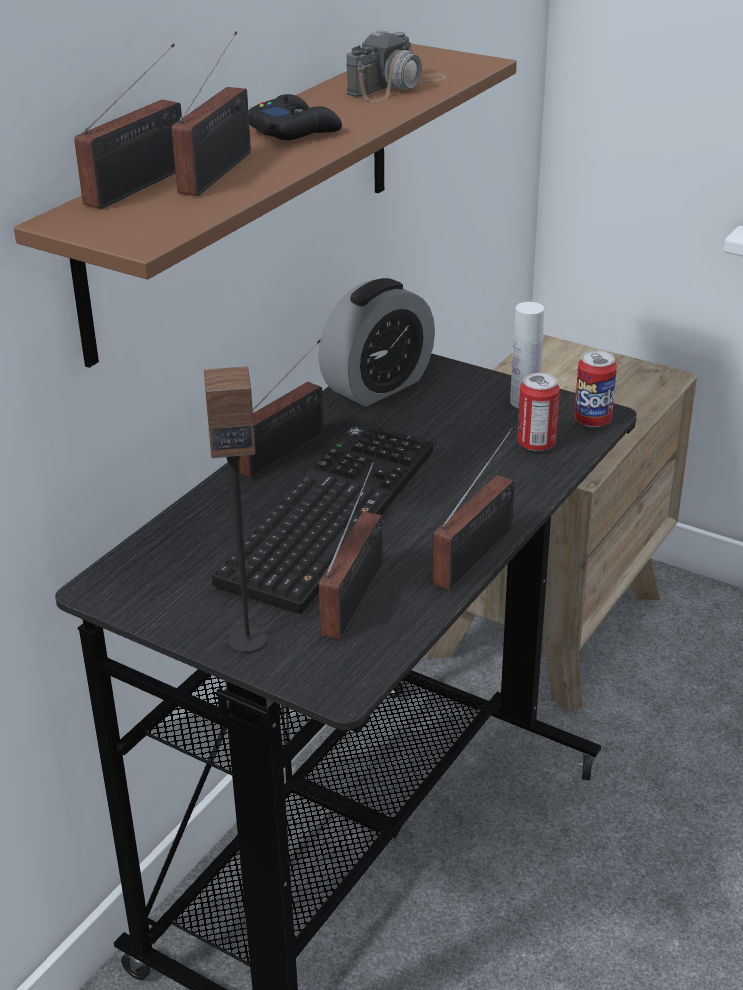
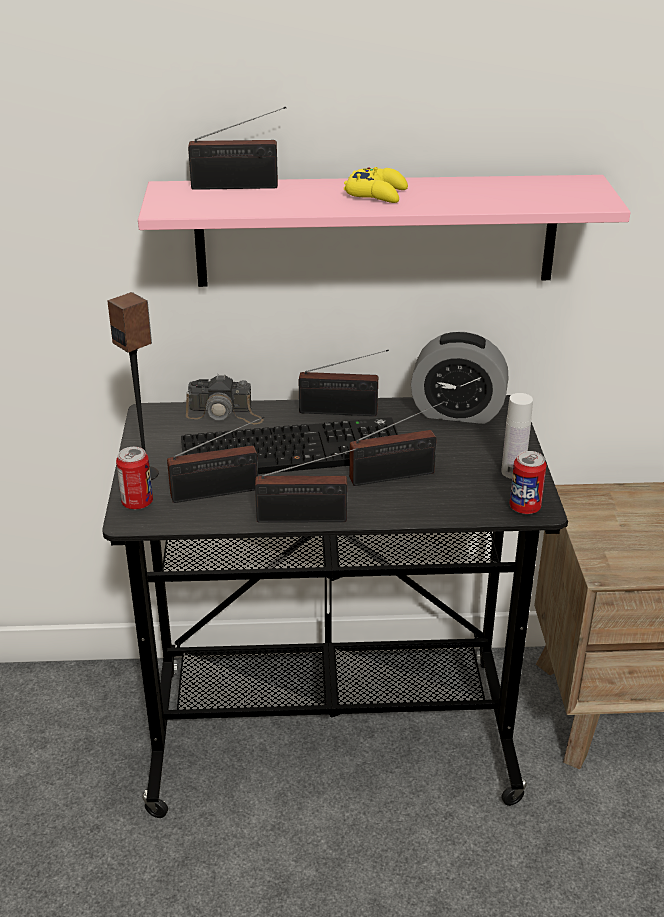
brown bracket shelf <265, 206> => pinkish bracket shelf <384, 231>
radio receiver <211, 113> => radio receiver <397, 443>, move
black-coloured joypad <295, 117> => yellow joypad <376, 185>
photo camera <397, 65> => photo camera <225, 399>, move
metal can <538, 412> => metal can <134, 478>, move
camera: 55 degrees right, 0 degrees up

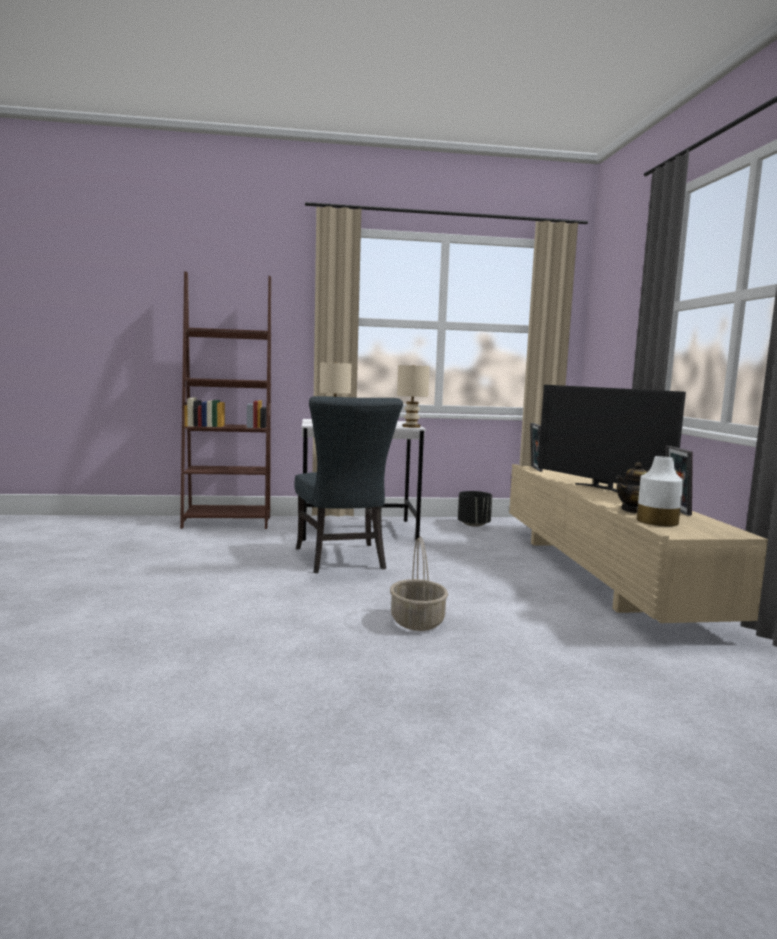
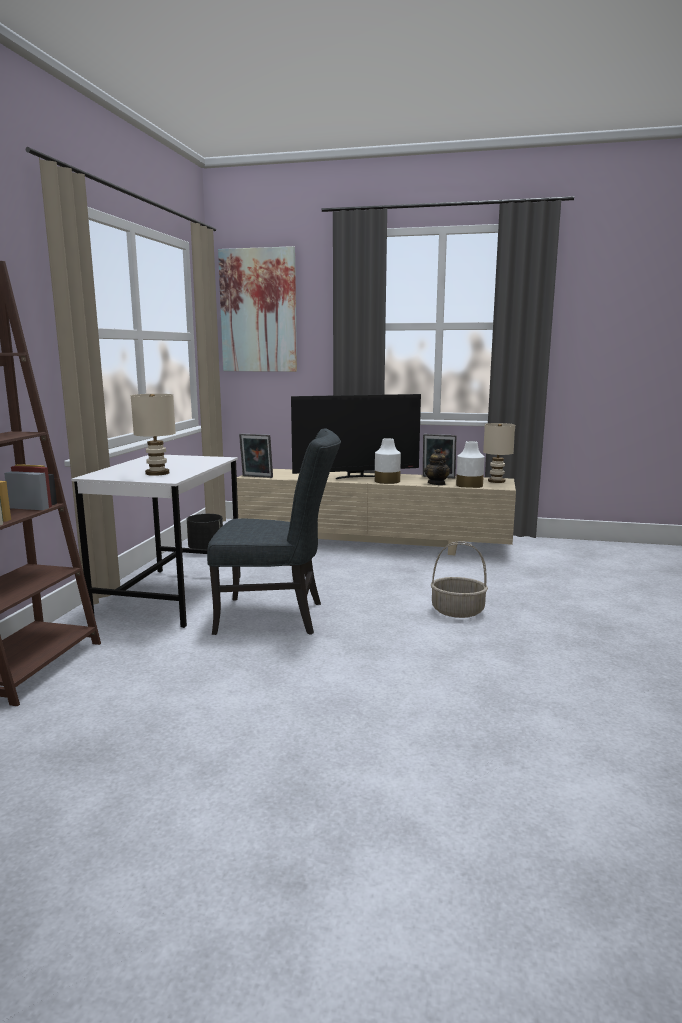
beige-coloured lamp for a table <413, 396> => beige-coloured lamp for a table <499, 453>, move
nothing => wall picture <257, 309>
nothing => white-coloured decorative vase <388, 461>
camera: 70 degrees left, 5 degrees up

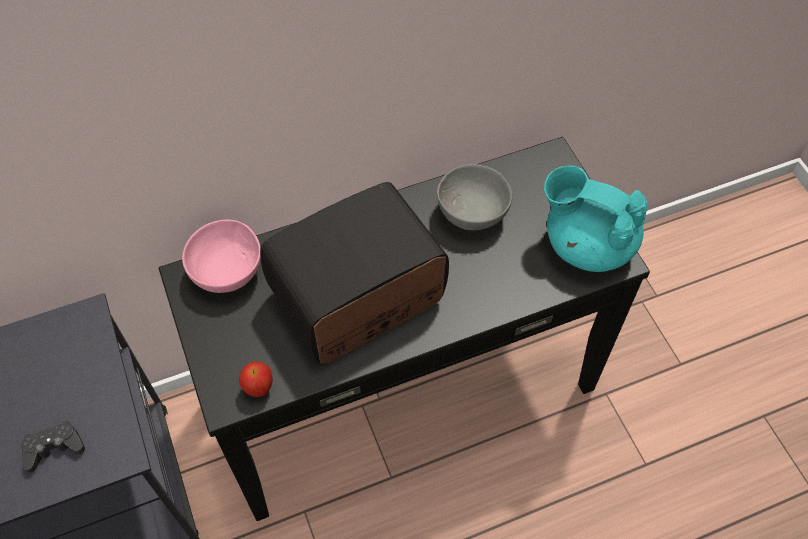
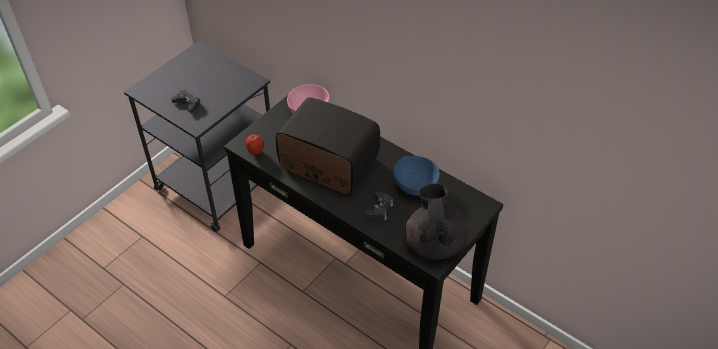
greyish deep dish <474, 197> => bluish deep dish <417, 176>
blue-green teapot <595, 218> => black-coloured teapot <436, 221>
nothing => black-coloured joypad <379, 206>
camera: 60 degrees right, 10 degrees down

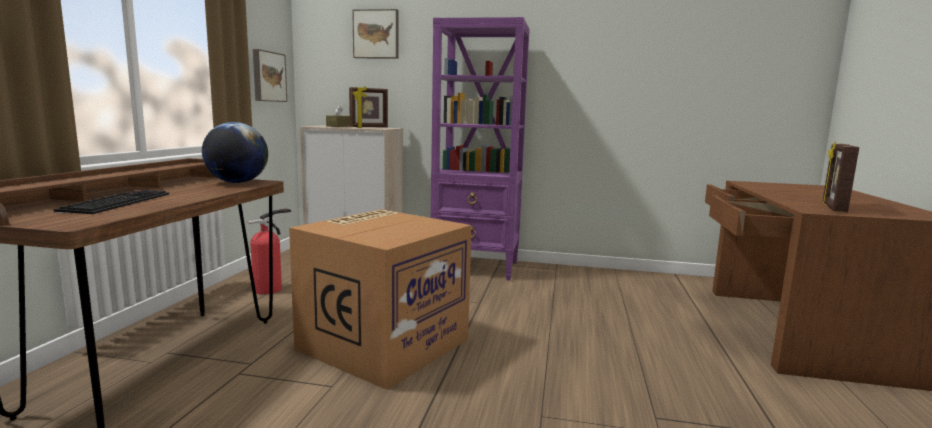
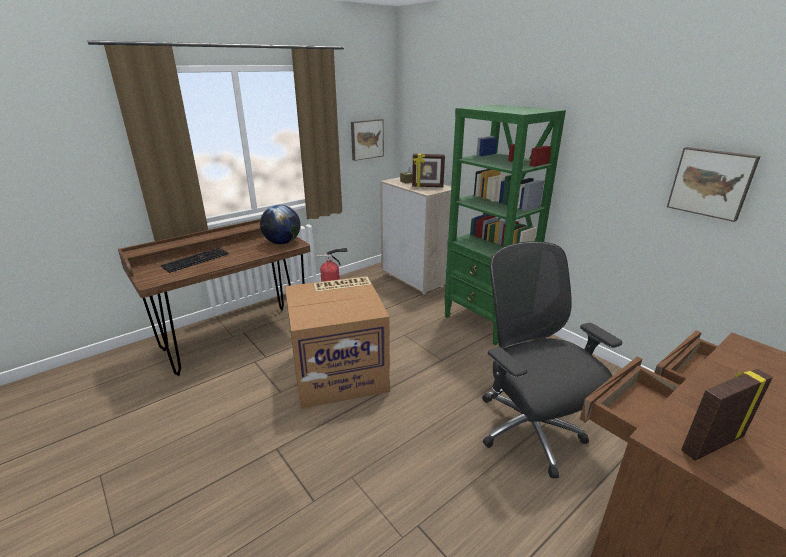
wall picture <375, 34> => wall picture <714, 184>, move
purple-coloured bookcase <480, 149> => green bookcase <505, 224>
nothing => computer chair <552, 359>
camera: 40 degrees right, 15 degrees up

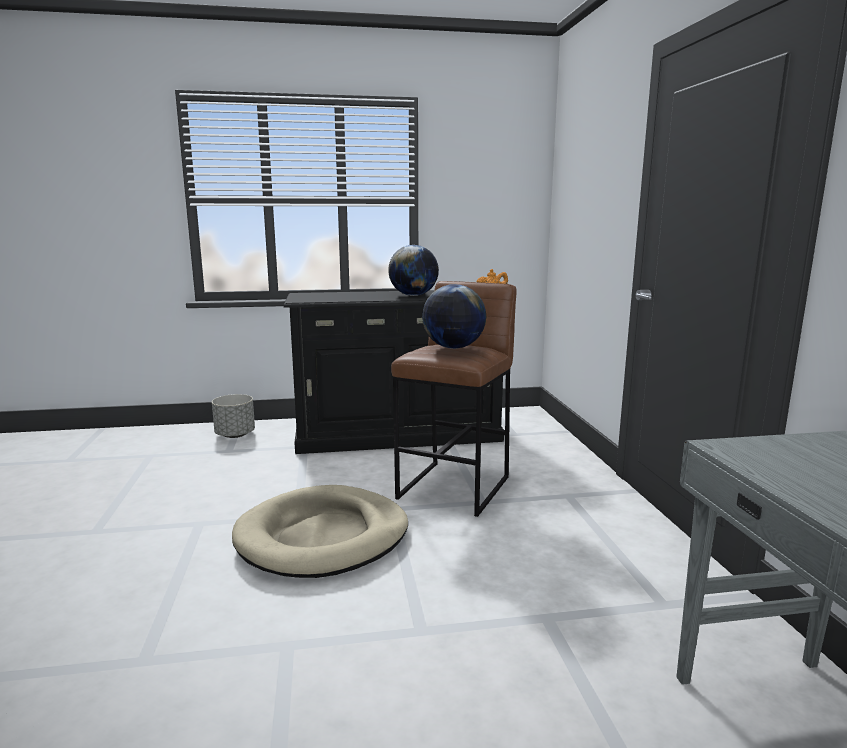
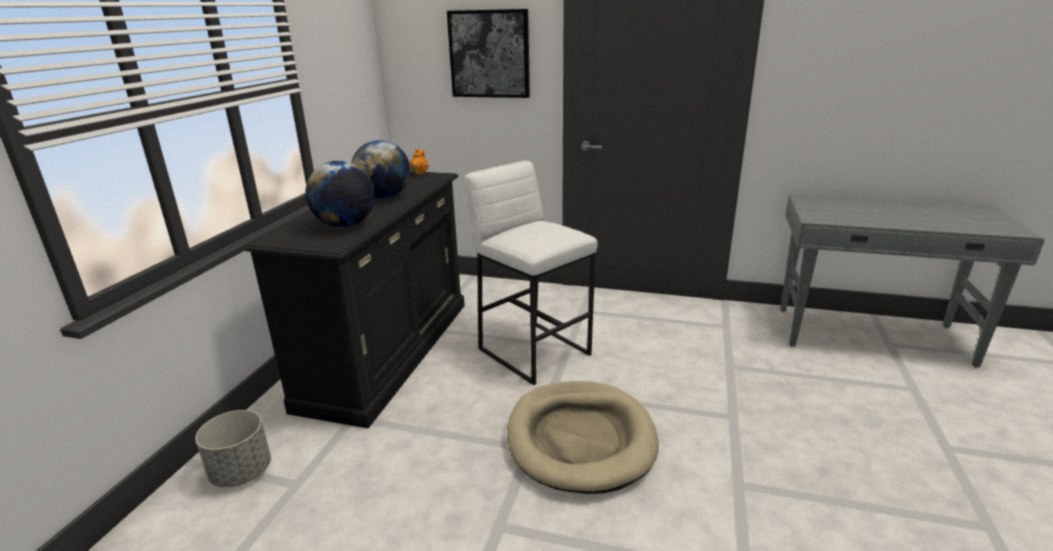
brown sitting stool <454, 399> => white-coloured sitting stool <531, 273>
globe <454, 316> => globe <340, 194>, move
nothing => wall picture <488, 53>
camera: 65 degrees left, 10 degrees up

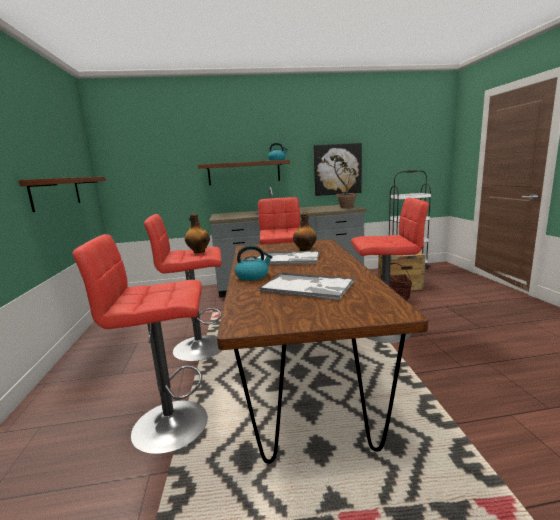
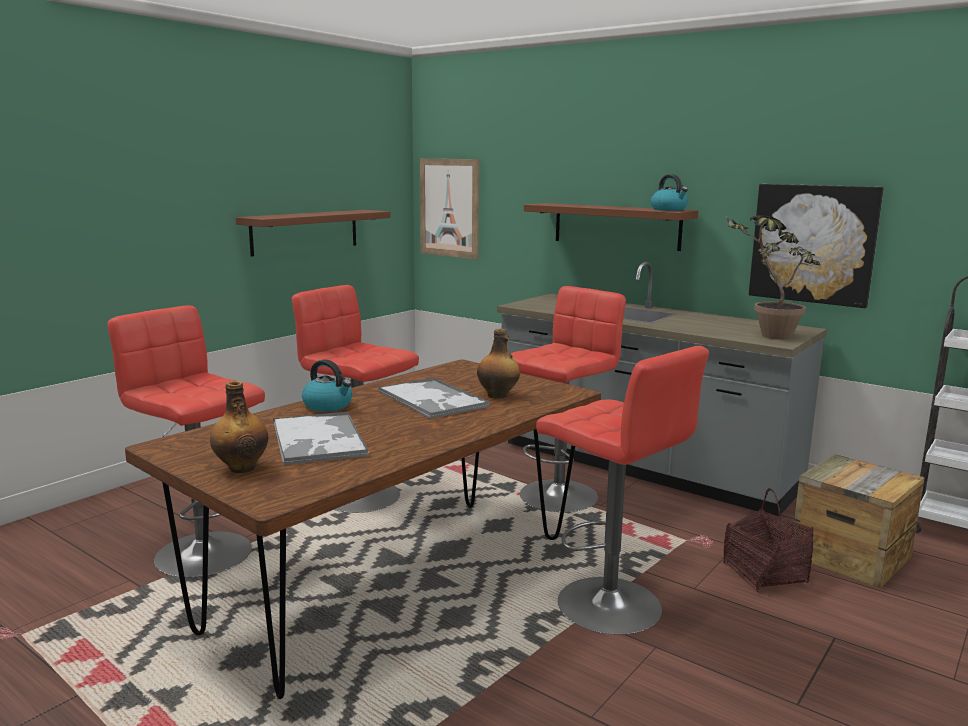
bottle <197, 233> => bottle <239, 427>, move
nothing => wall picture <449, 209>
camera: 45 degrees right, 0 degrees up

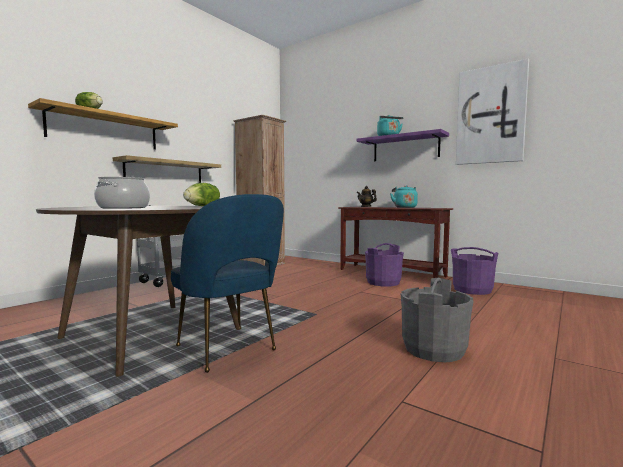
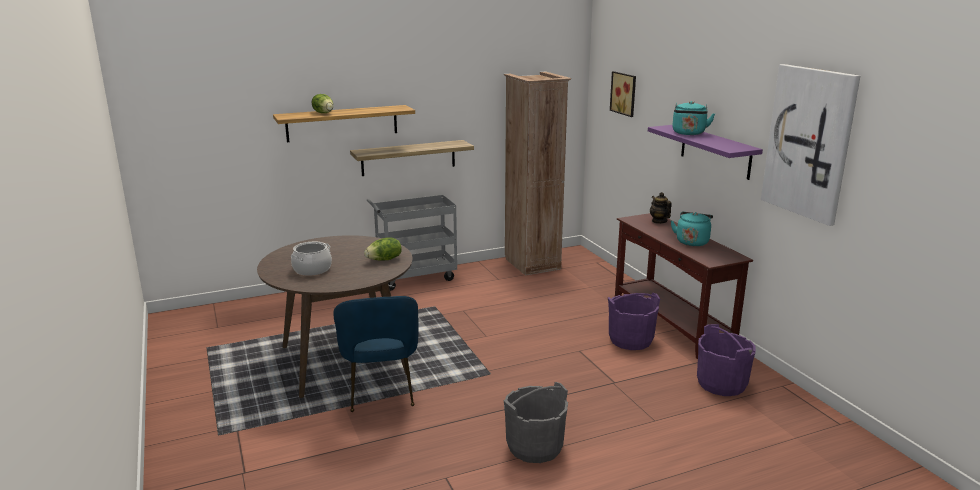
nothing => wall picture <623, 94>
camera: 30 degrees right, 15 degrees up

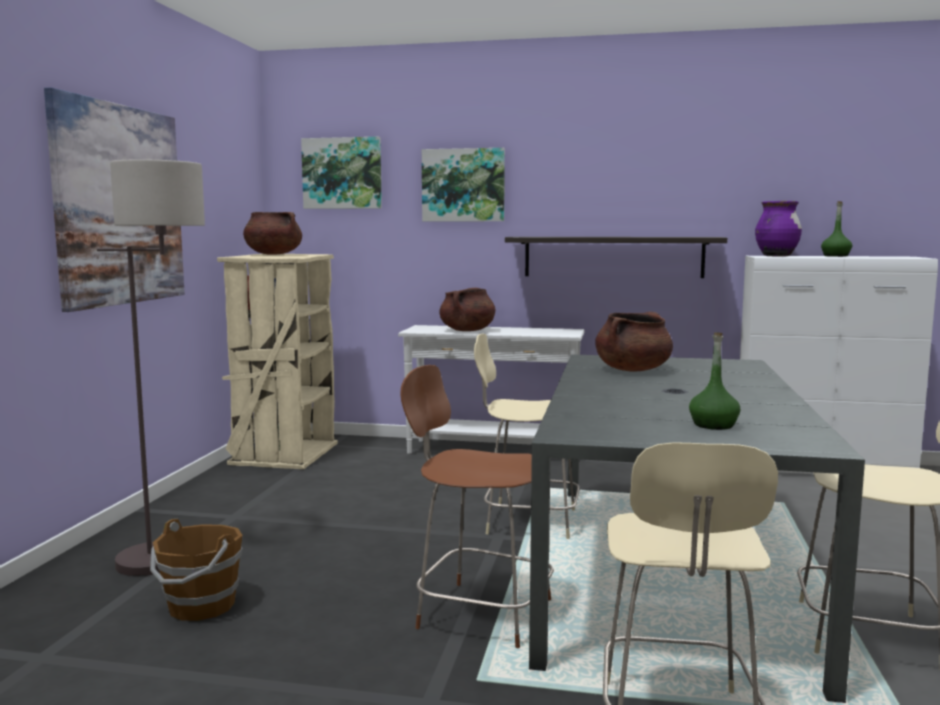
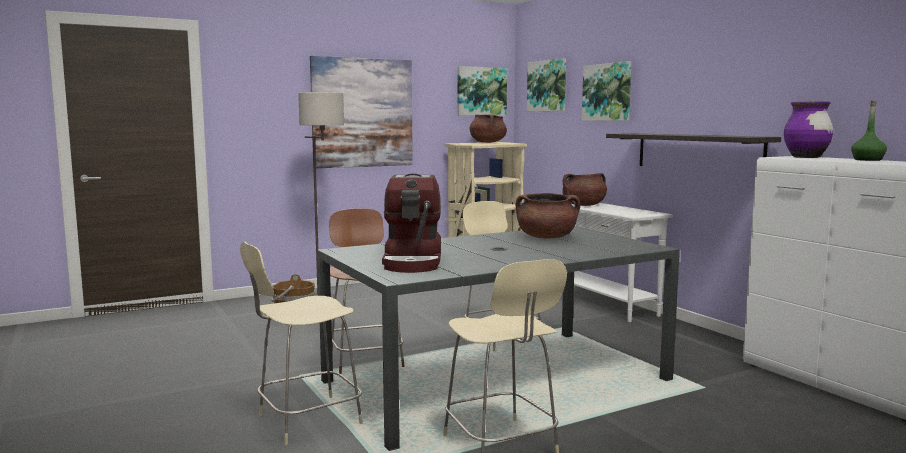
green bottle <714, 381> => coffee machine <411, 223>
nothing => wall picture <482, 91>
camera: 50 degrees right, 0 degrees up

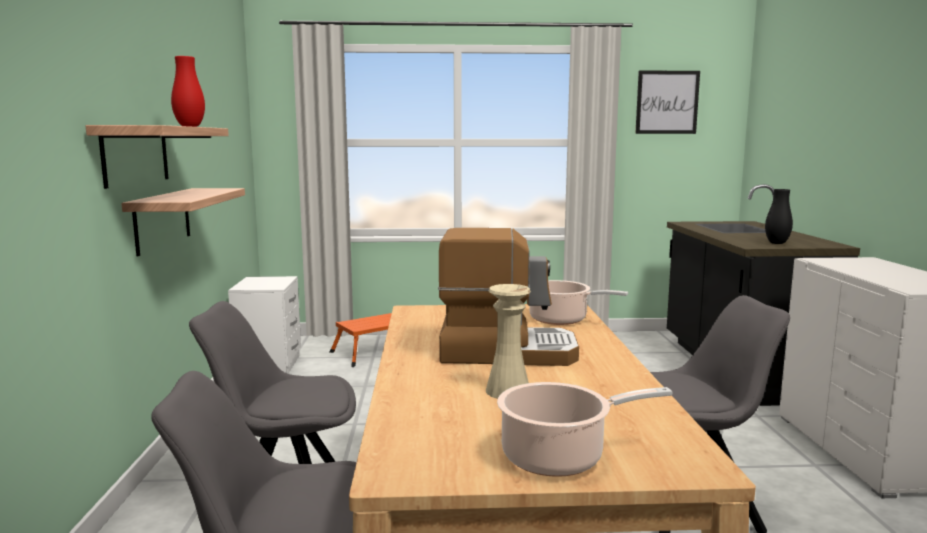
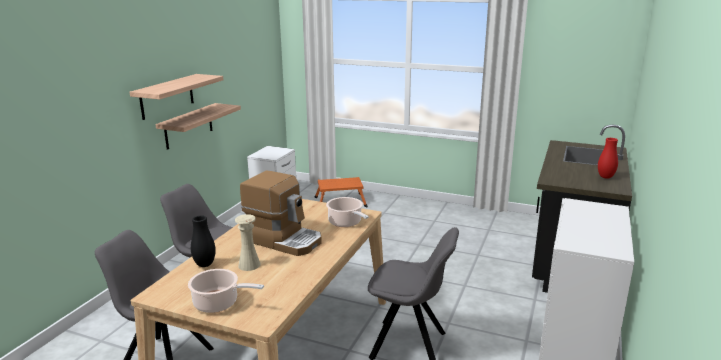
red decorative vase <188, 91> => red decorative vase <608, 158>, move
wall picture <667, 102> => nothing
black-coloured decorative vase <779, 216> => black-coloured decorative vase <203, 241>, move
camera: 25 degrees right, 10 degrees up

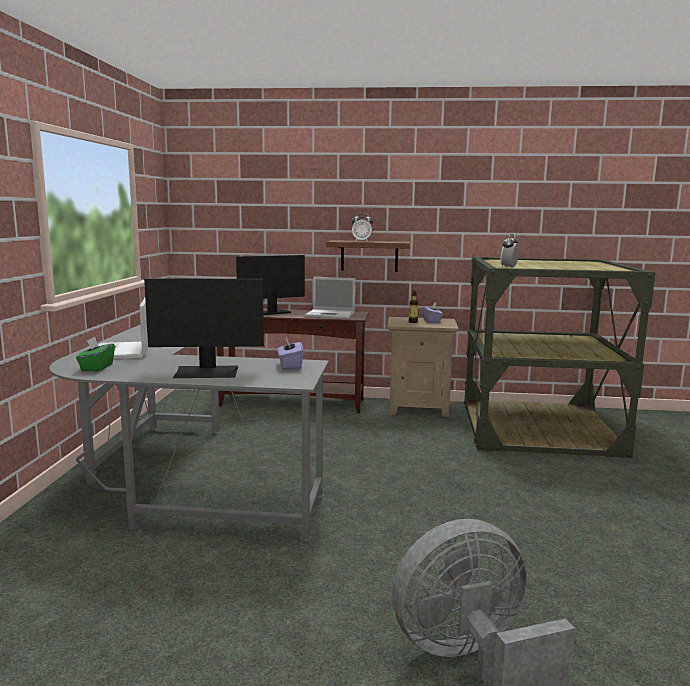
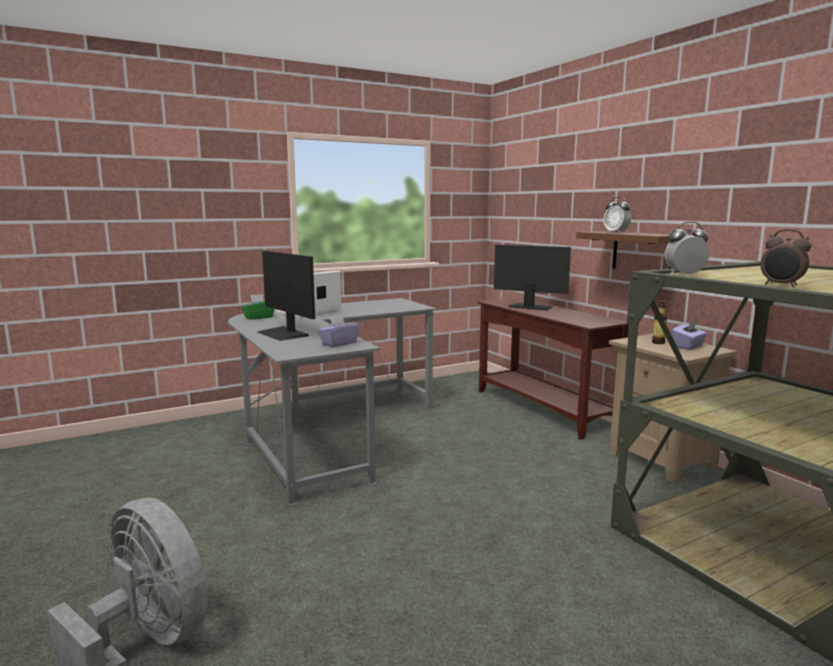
laptop <330, 298> => nothing
nothing => alarm clock <785, 258>
camera: 55 degrees right, 0 degrees up

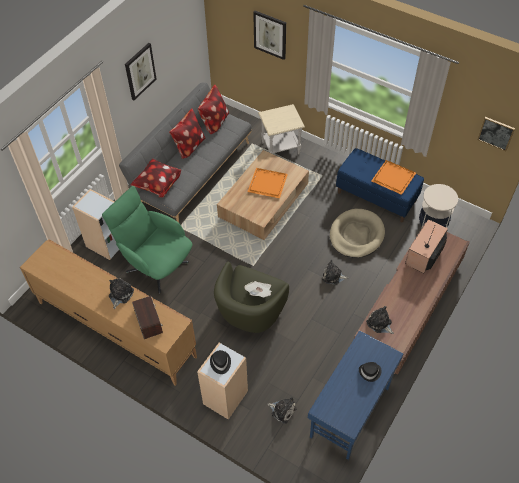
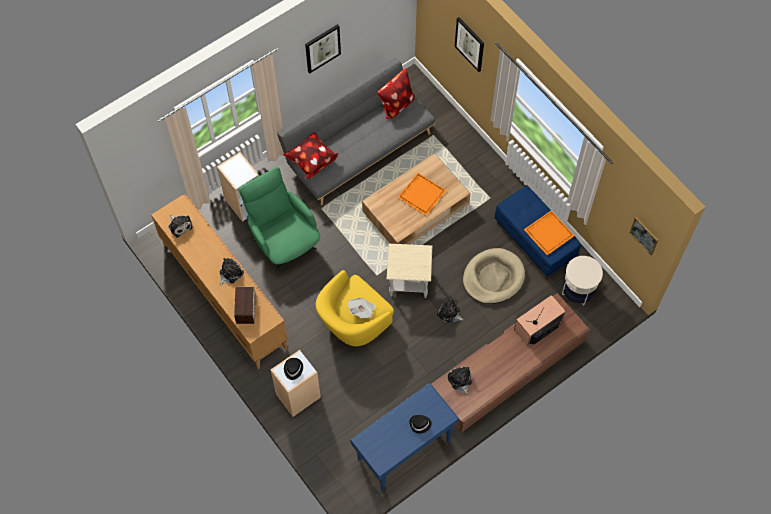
cushion <187, 133> => nothing
green armchair <251, 297> => yellow armchair <355, 308>
beige-coloured side table <281, 129> => beige-coloured side table <409, 271>, move
cuddly toy <282, 410> => cuddly toy <180, 226>, move
camera: 20 degrees right, 10 degrees up

